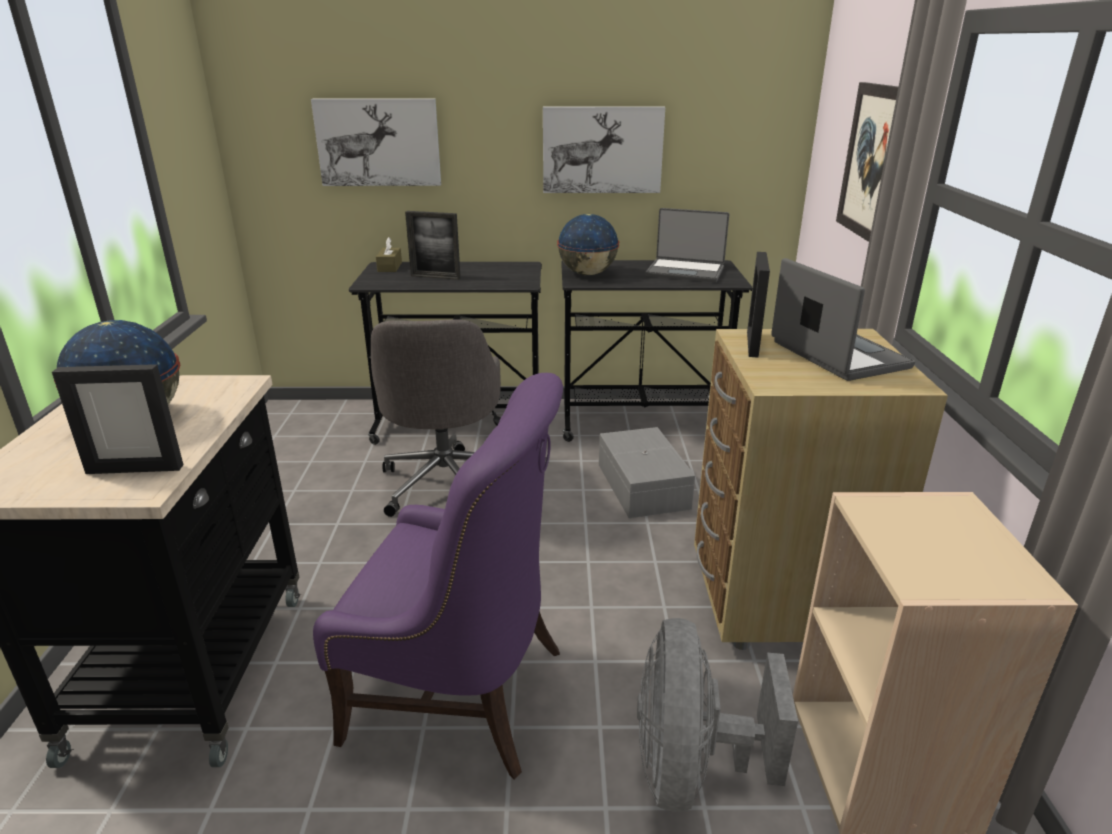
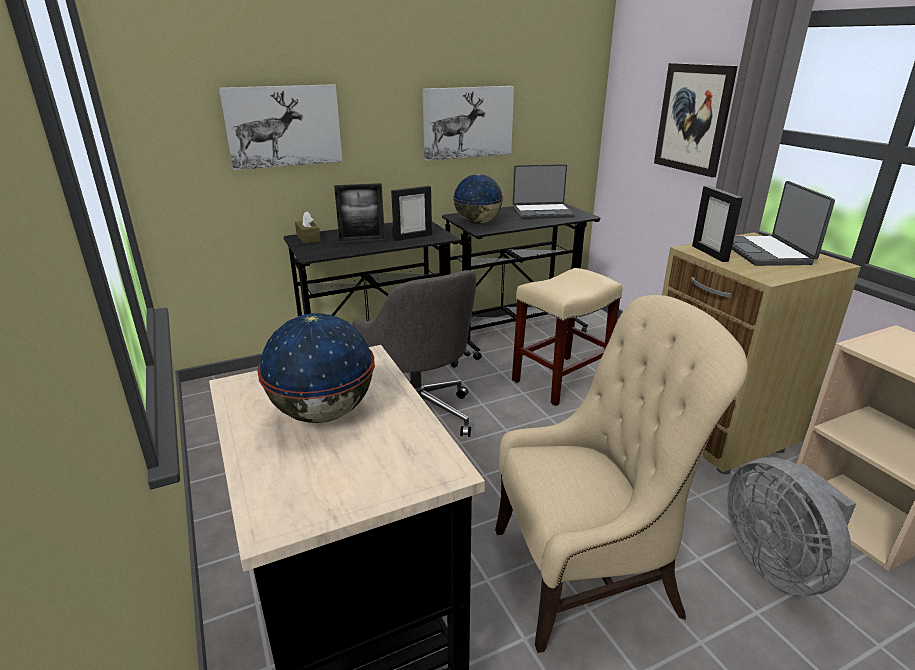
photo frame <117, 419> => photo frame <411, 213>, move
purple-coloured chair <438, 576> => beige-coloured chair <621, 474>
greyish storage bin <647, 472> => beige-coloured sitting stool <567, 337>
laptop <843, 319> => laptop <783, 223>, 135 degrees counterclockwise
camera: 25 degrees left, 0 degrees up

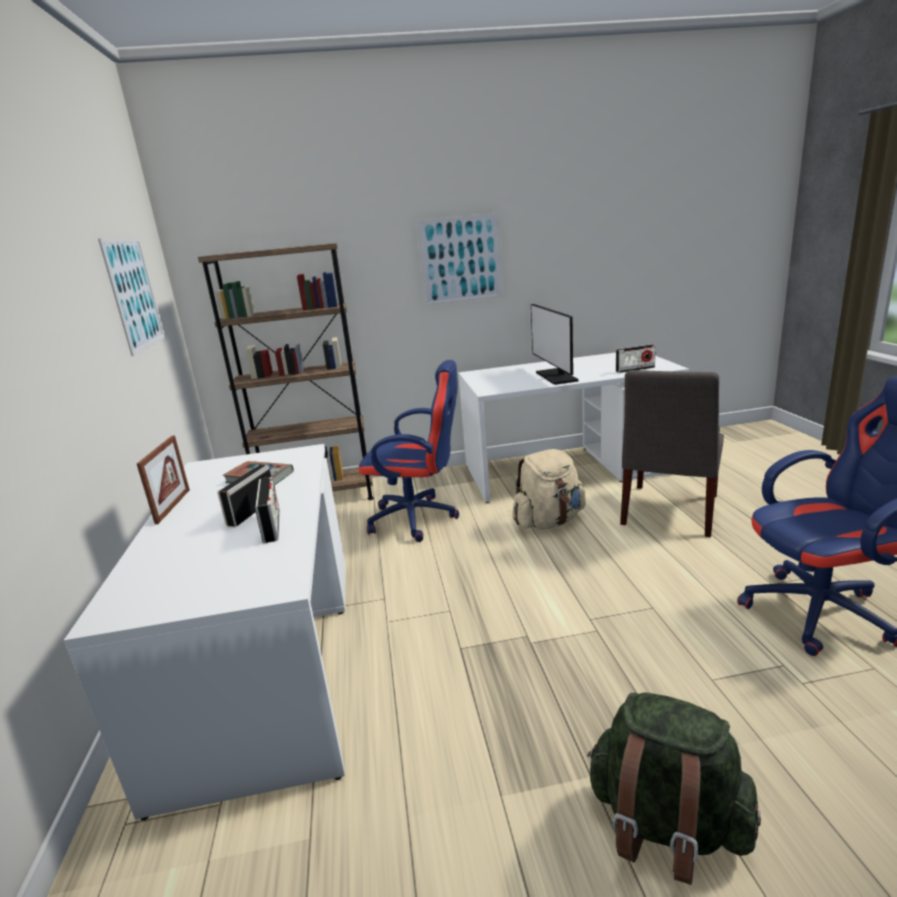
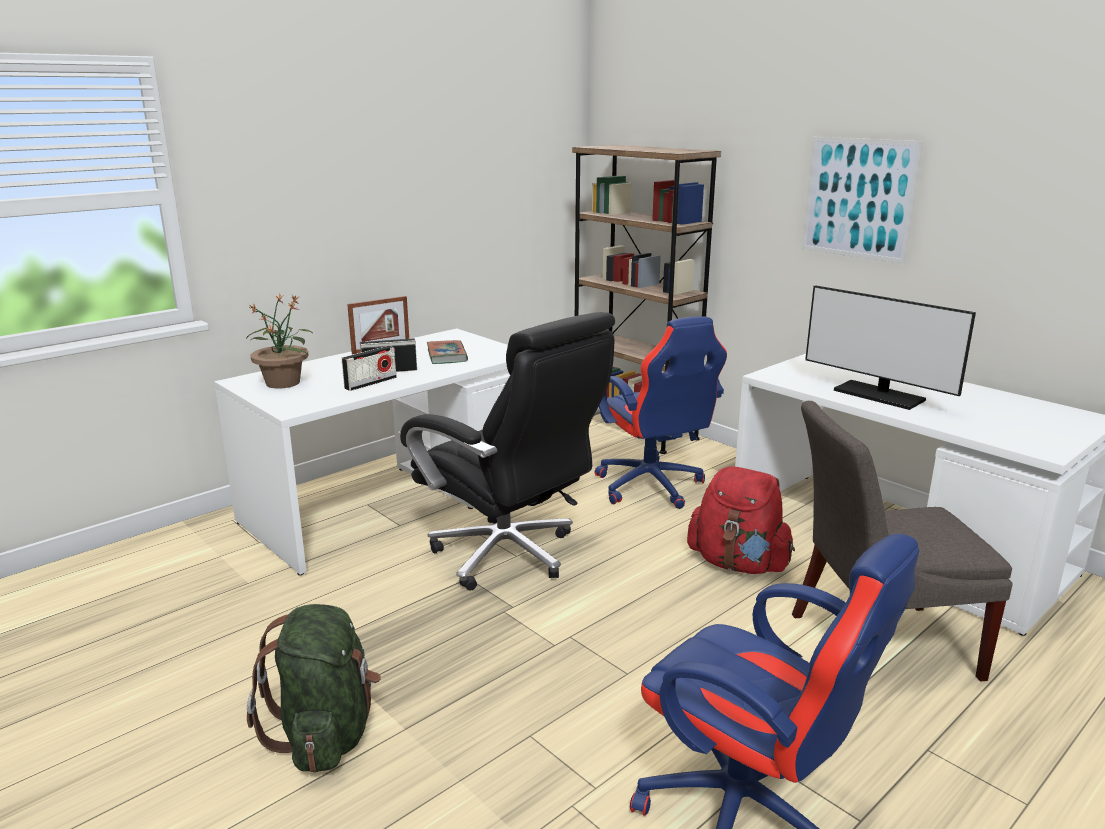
wall picture <131, 297> => nothing
beige-coloured backpack <549, 489> => red backpack <741, 520>
computer screen <554, 344> => computer screen <890, 347>, 90 degrees counterclockwise
radio receiver <636, 358> => nothing
nothing => houseplant <280, 341>
nothing => black-coloured computer chair <507, 451>
camera: 55 degrees right, 0 degrees up

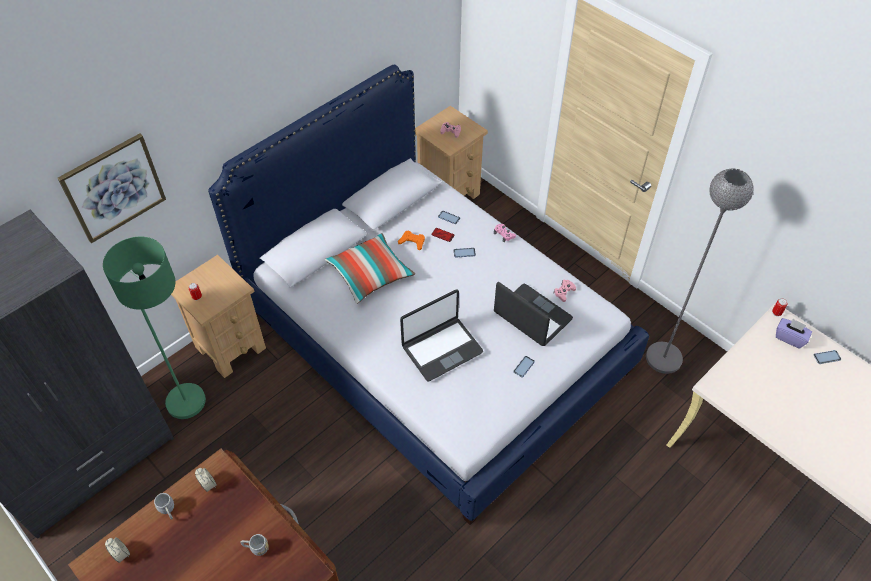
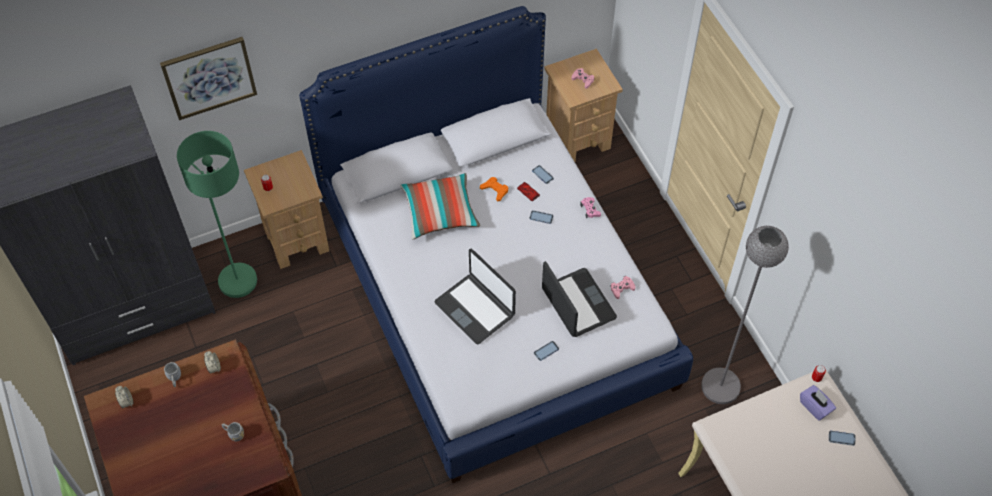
laptop <441, 335> => laptop <475, 297>, 60 degrees clockwise
camera: 20 degrees right, 5 degrees up

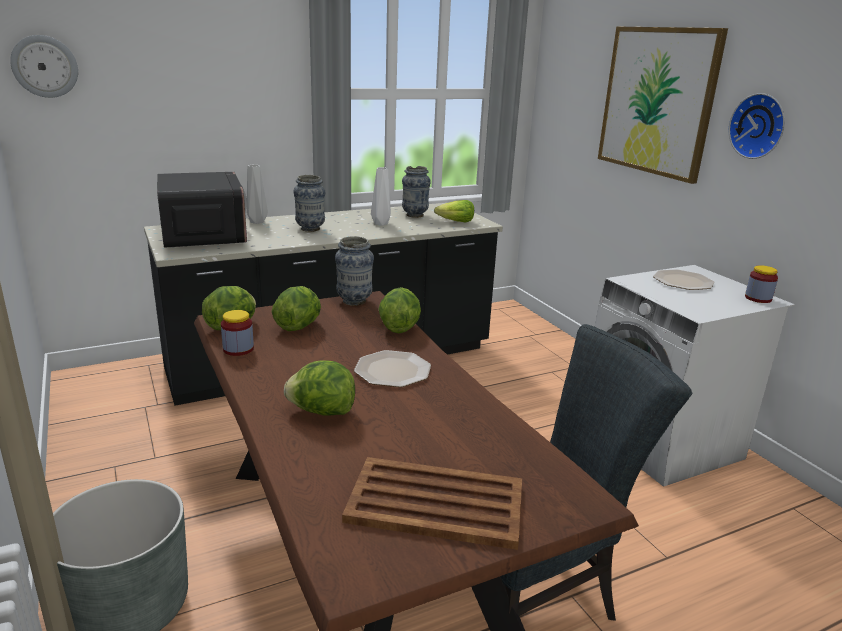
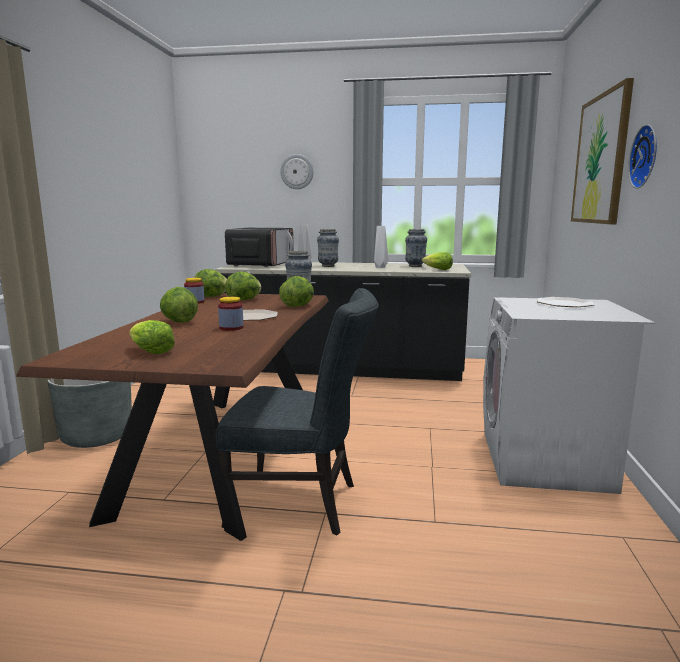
hanging clock <44, 66> => hanging clock <296, 171>, move
brown tray <432, 503> => lettuce <152, 337>
jar <761, 284> => jar <230, 314>, move
camera: 35 degrees right, 10 degrees down

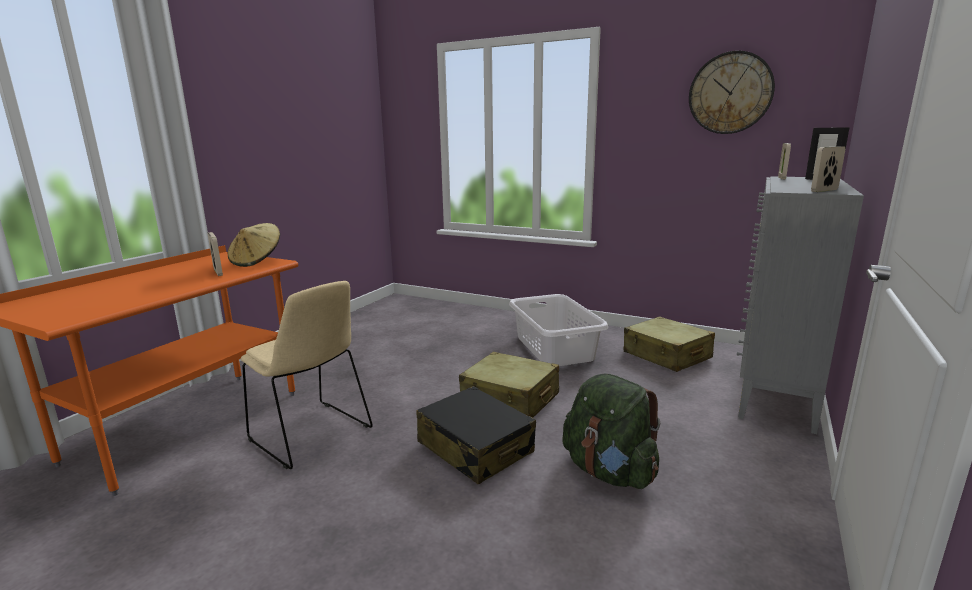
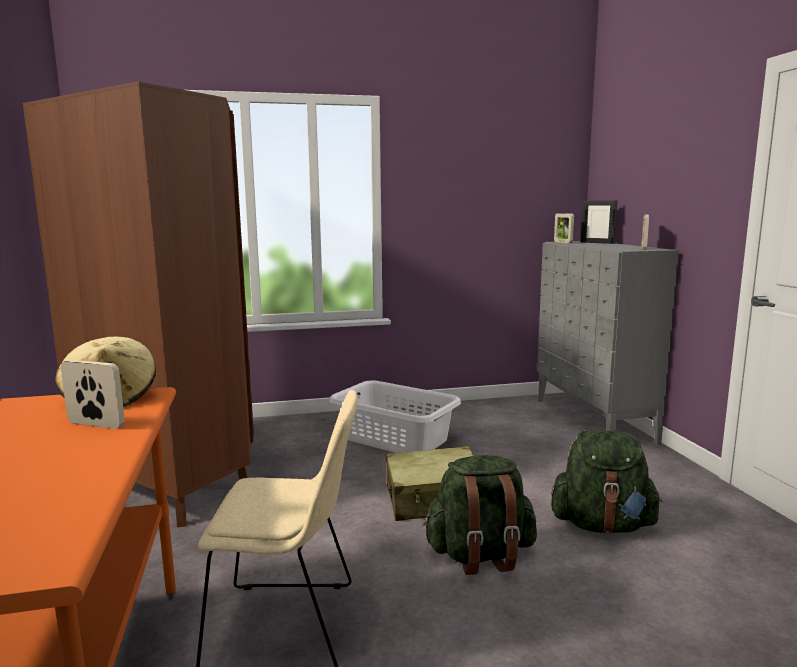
black-coloured suitcase <476, 435> => green backpack <480, 515>
beige-coloured suitcase <669, 344> => nothing
hanging clock <732, 92> => nothing
nothing => brown clothes cupboard <138, 304>
camera: 40 degrees left, 5 degrees down

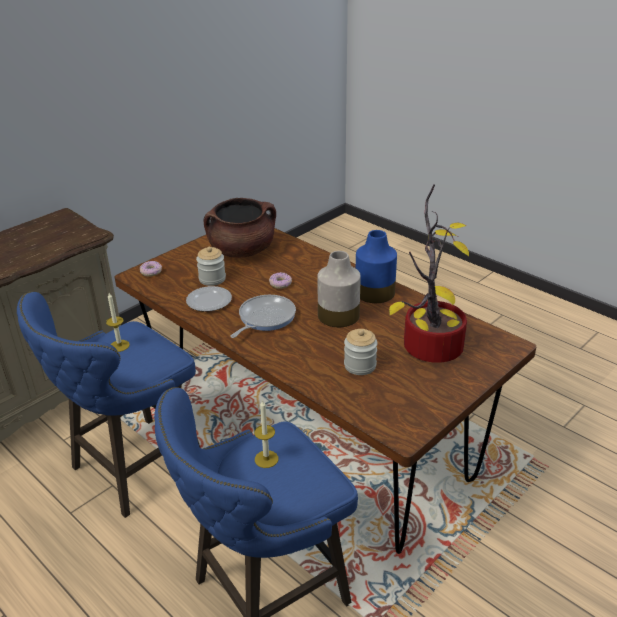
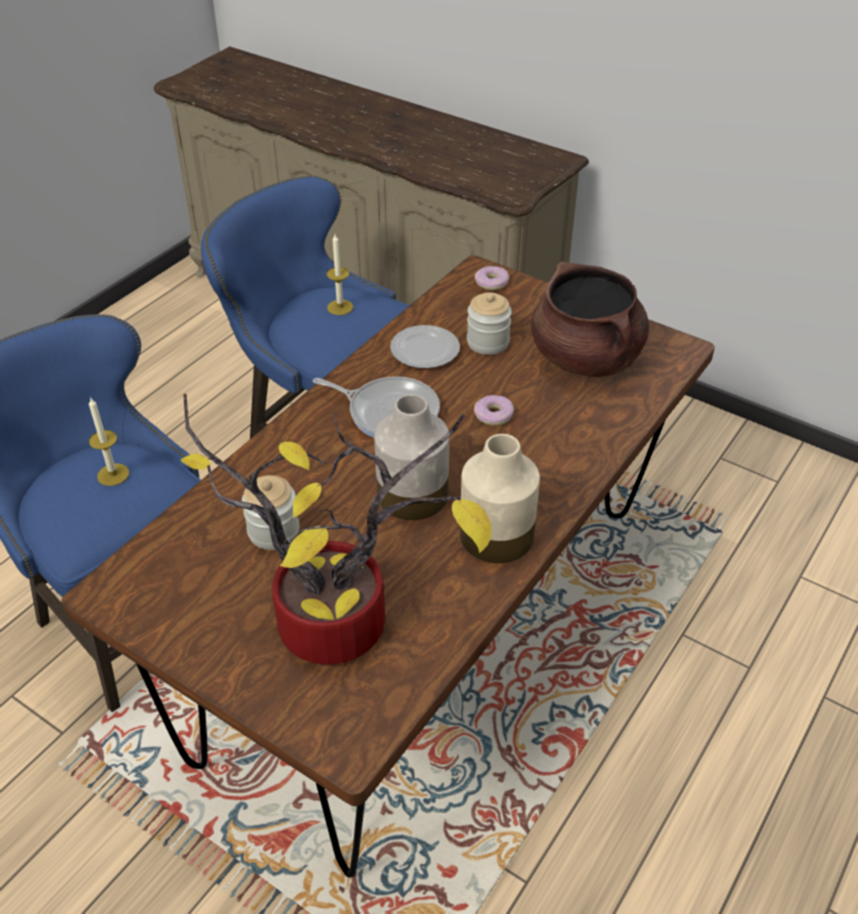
bluish decorative vase <376, 266> => beige-coloured decorative vase <500, 498>
camera: 80 degrees right, 10 degrees up

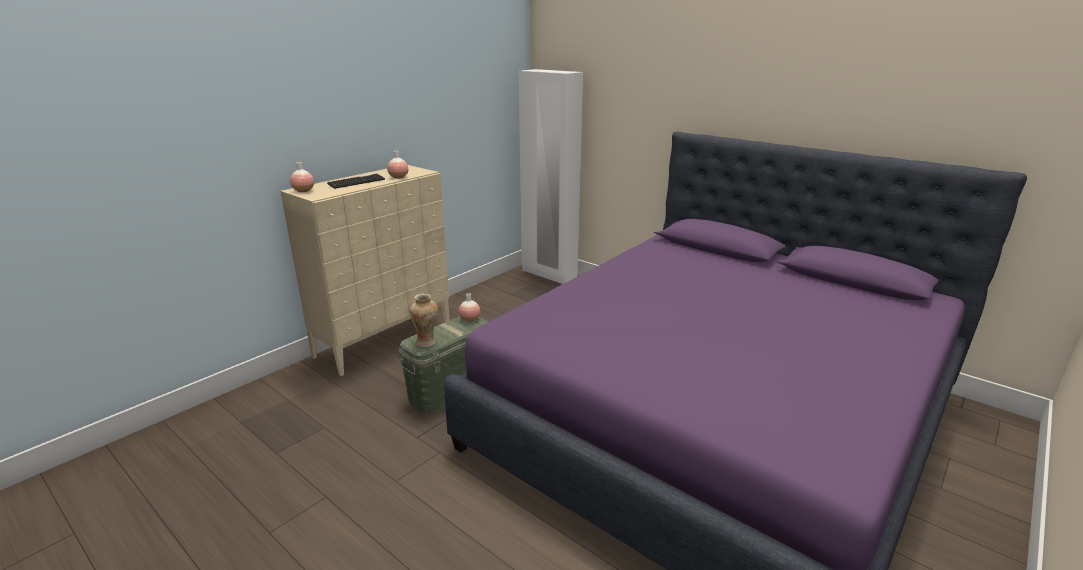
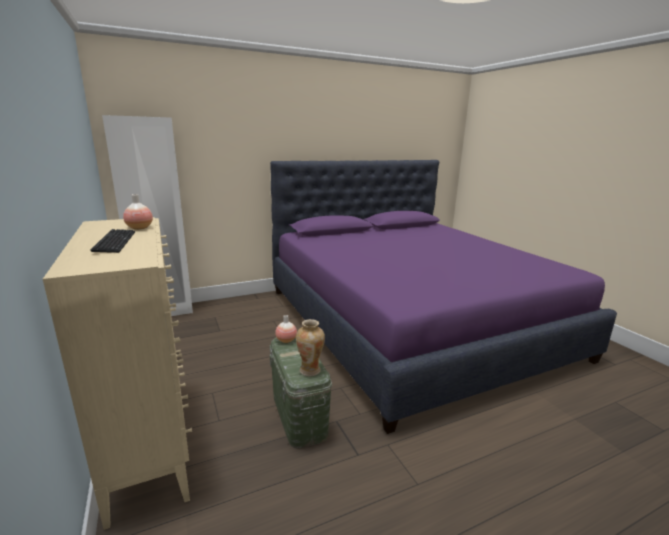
decorative vase <302, 177> => nothing
camera: 65 degrees left, 5 degrees down

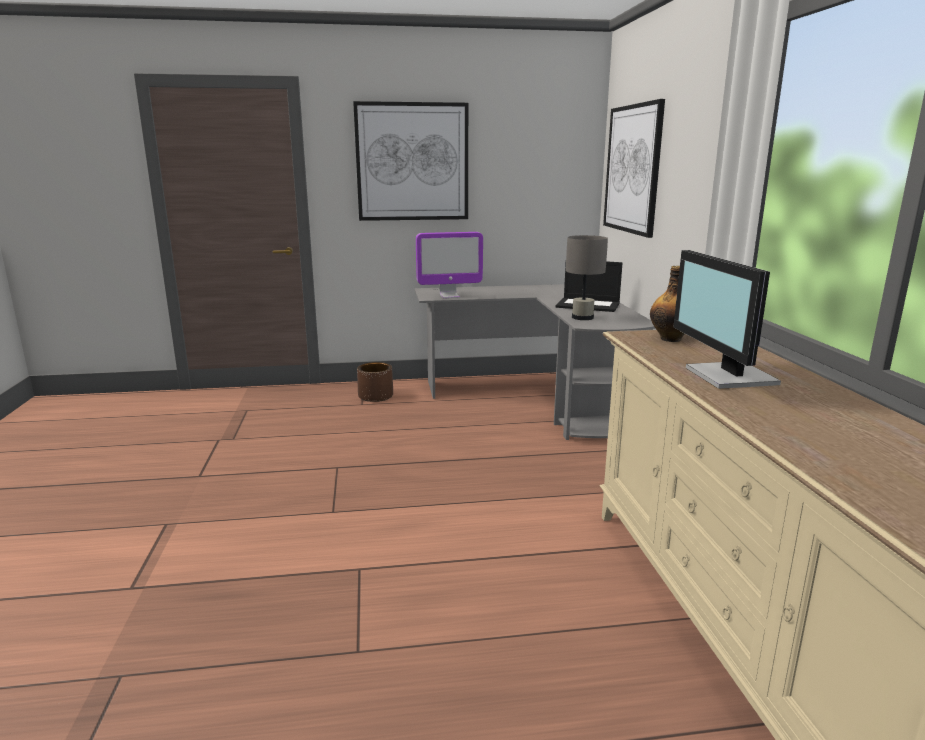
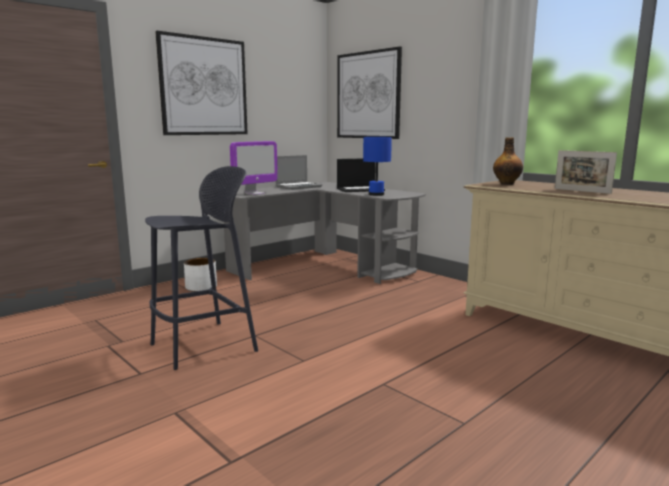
brown plant pot <375, 382> => white-coloured plant pot <200, 275>
greyish lamp for a table <587, 277> => bluish lamp for a table <377, 166>
computer screen <727, 319> => photo frame <586, 172>
nothing => greyish sitting stool <201, 268>
nothing => laptop <298, 172>
camera: 35 degrees left, 5 degrees down

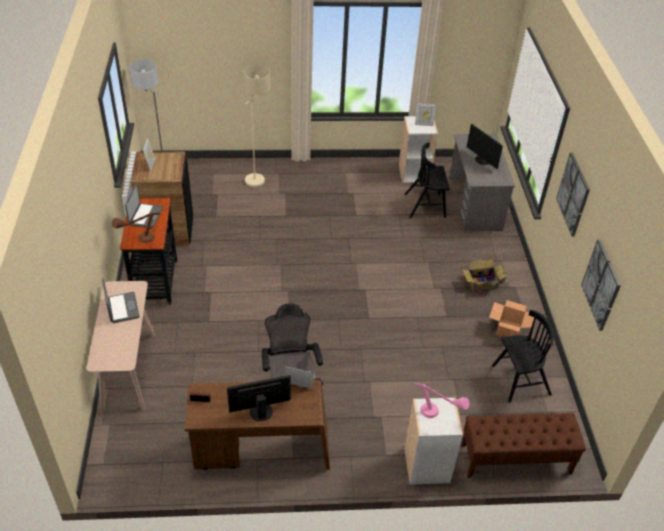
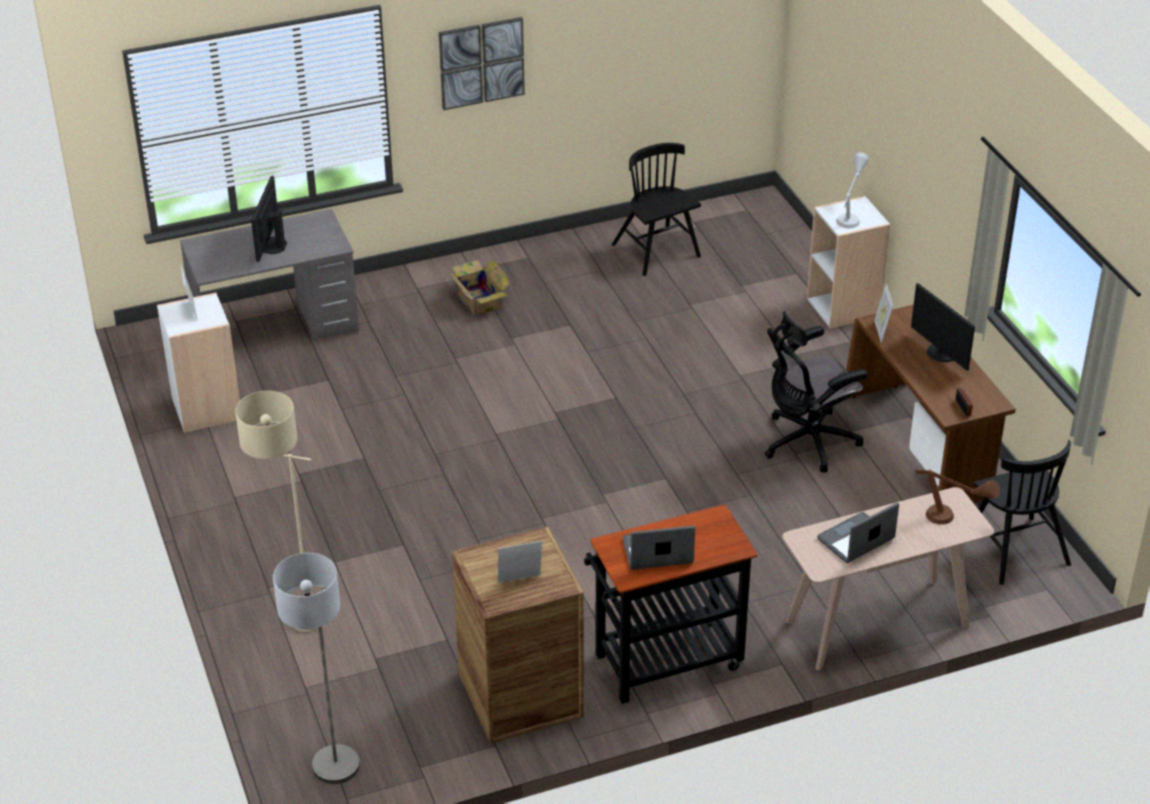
brown lamp for a table <136, 227> => brown lamp for a table <957, 497>, move
black-coloured chair <427, 180> => black-coloured chair <1022, 512>, move
pinkish lamp for a table <441, 400> => greyish lamp for a table <852, 190>
brown long seat <523, 445> => nothing
computer screen <485, 146> => computer screen <269, 218>, 150 degrees clockwise
carton <511, 318> => nothing
wall picture <601, 285> => nothing
camera: 105 degrees left, 5 degrees down

